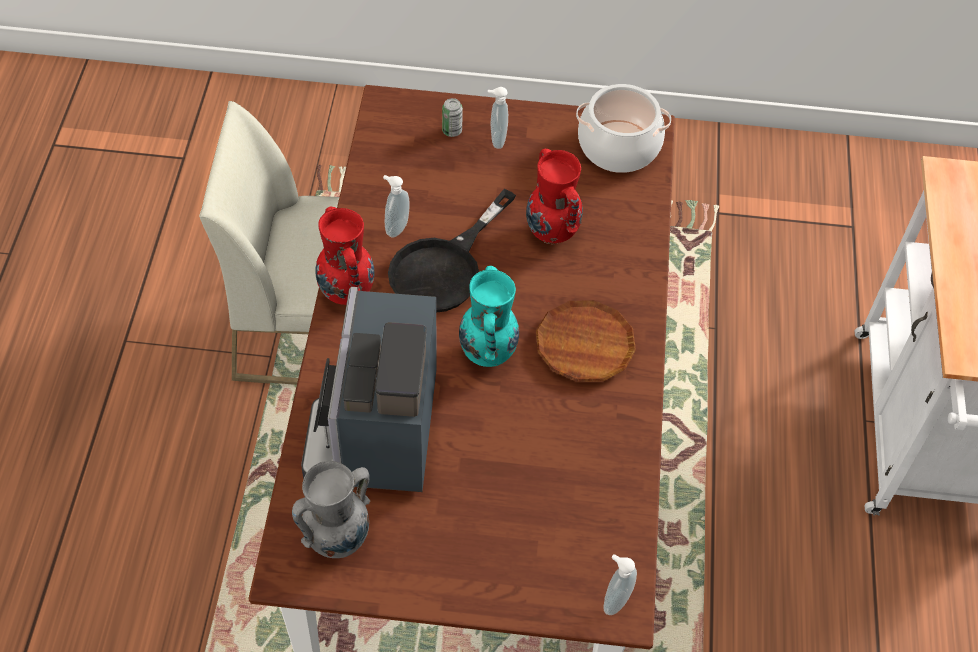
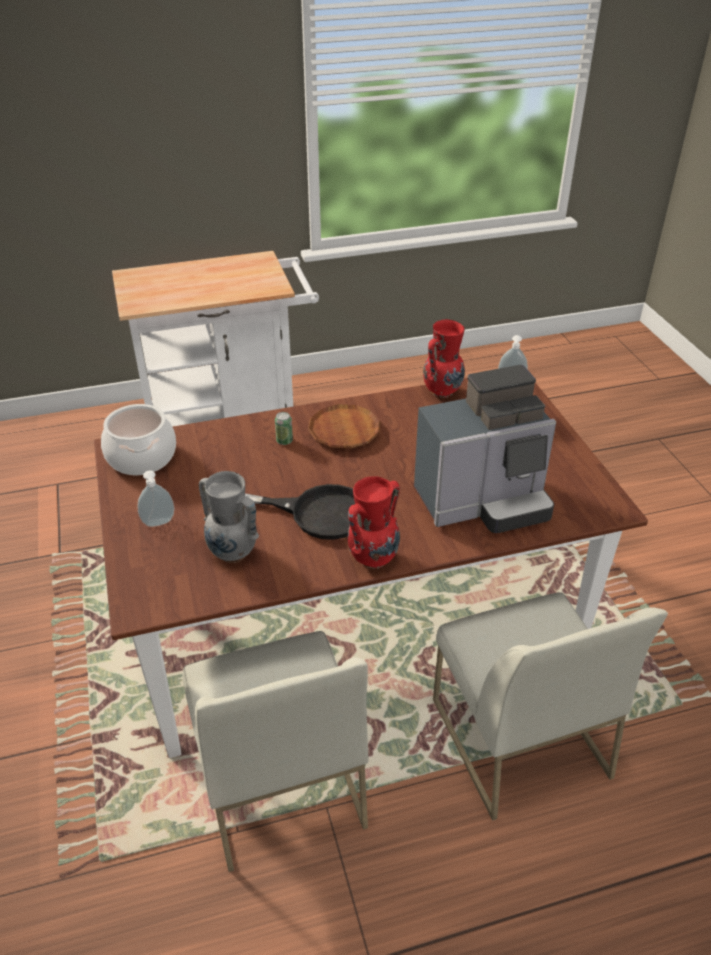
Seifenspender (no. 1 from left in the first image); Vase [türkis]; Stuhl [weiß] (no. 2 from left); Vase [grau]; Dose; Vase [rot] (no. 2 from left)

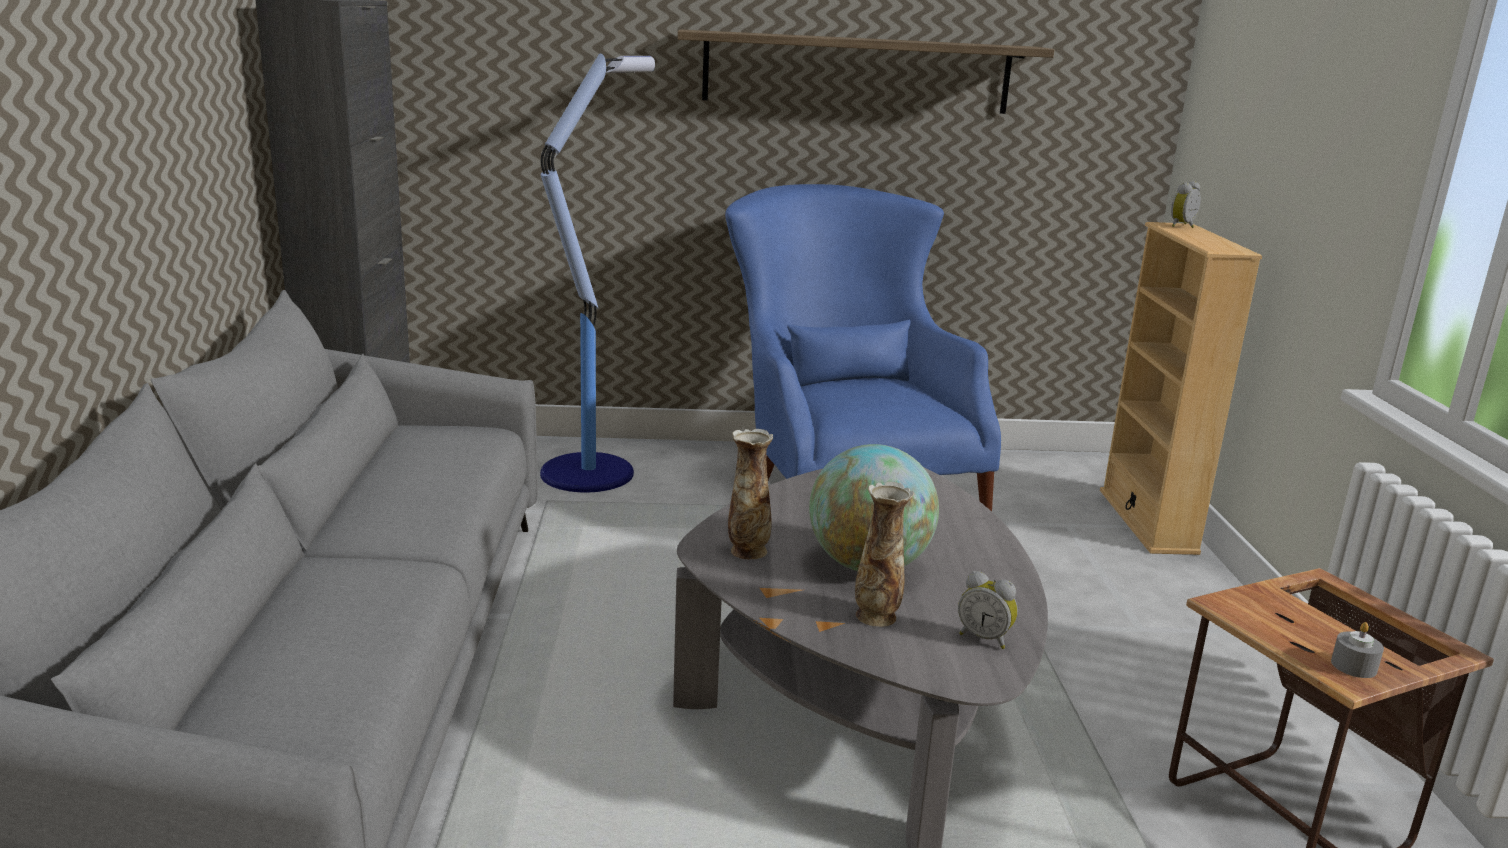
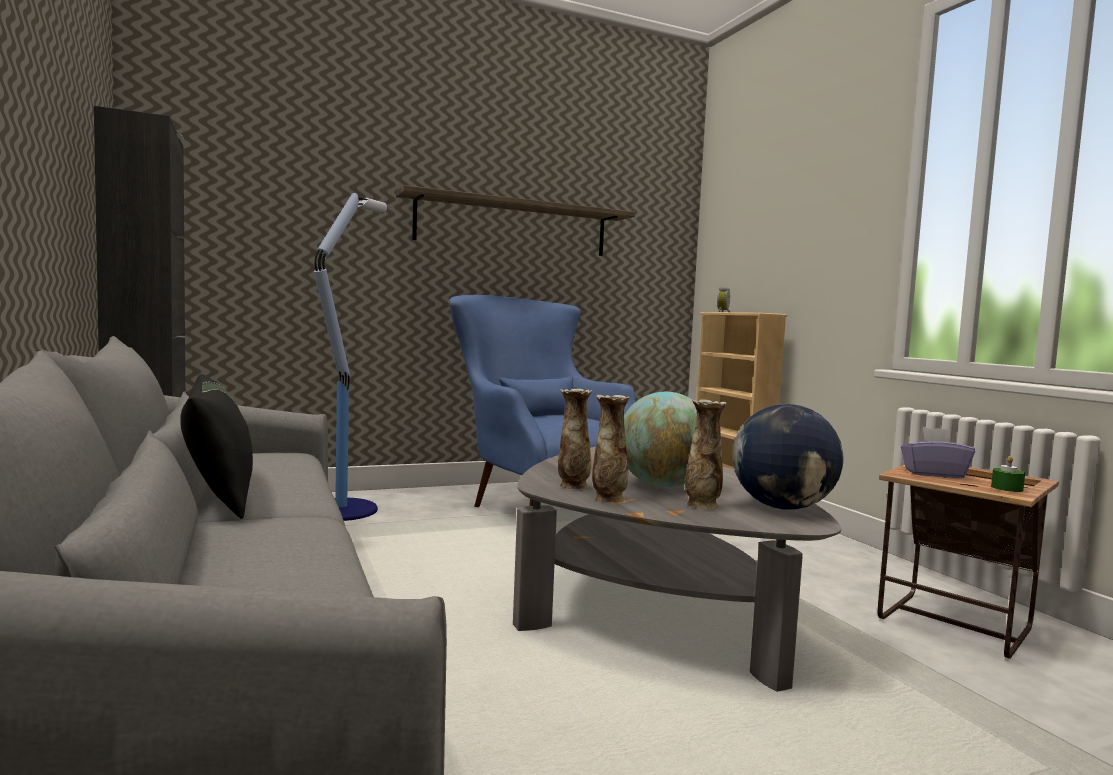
Kissen [schwarz]; Vase (no. 2 from left); Taschentuchbox [lila]; Globus (no. 2 from left); Kerze [grün]

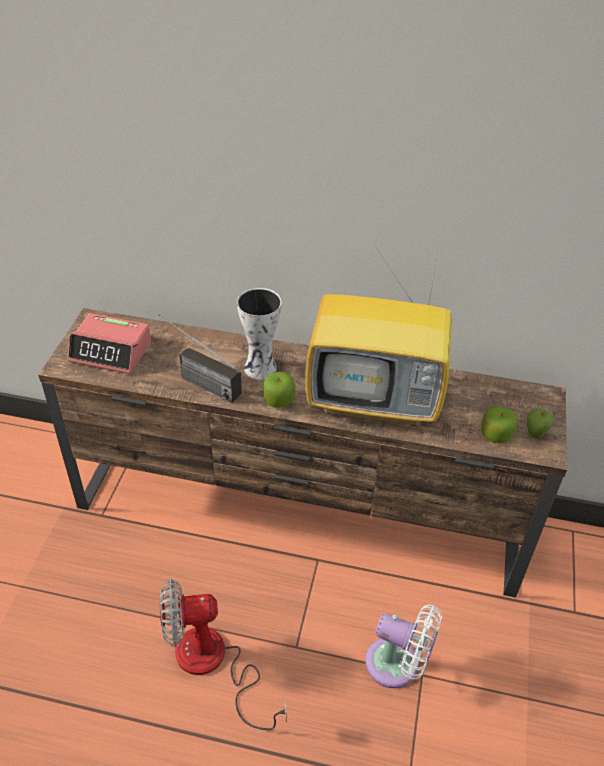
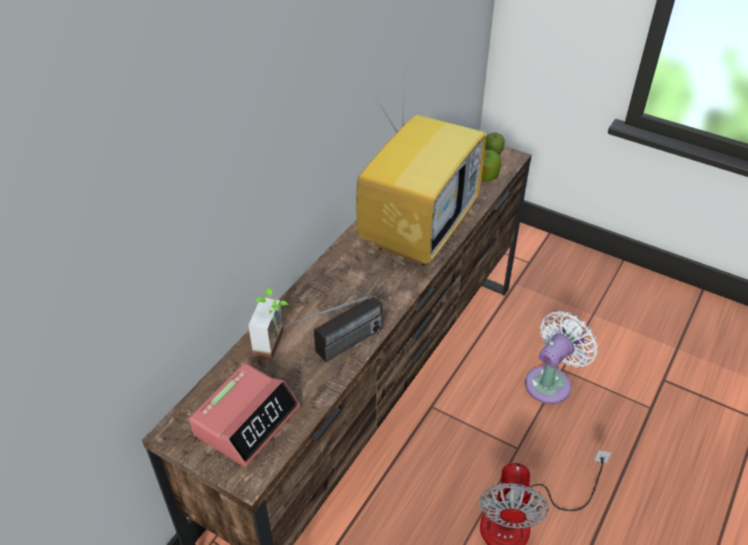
Vase; Apfel (no. 1 from left in the first image); Topfpflanze

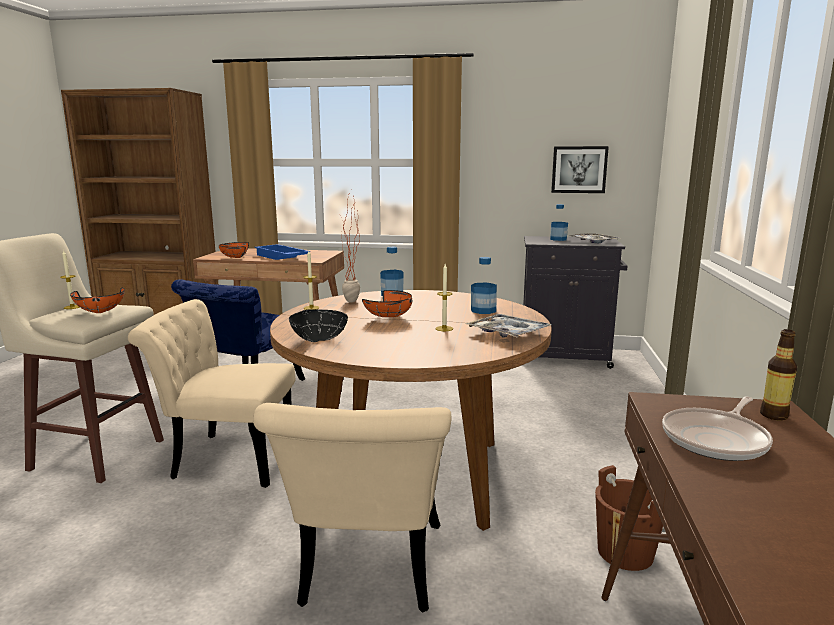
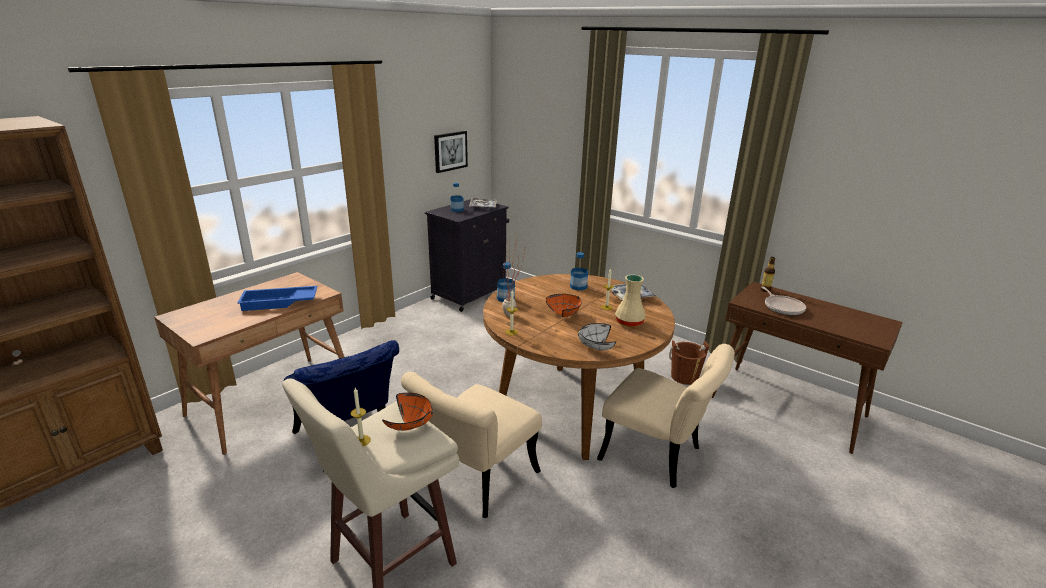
Schüssel [orange] (no. 2 from left in the first image); Vase [beige]; Schüssel [weiß]

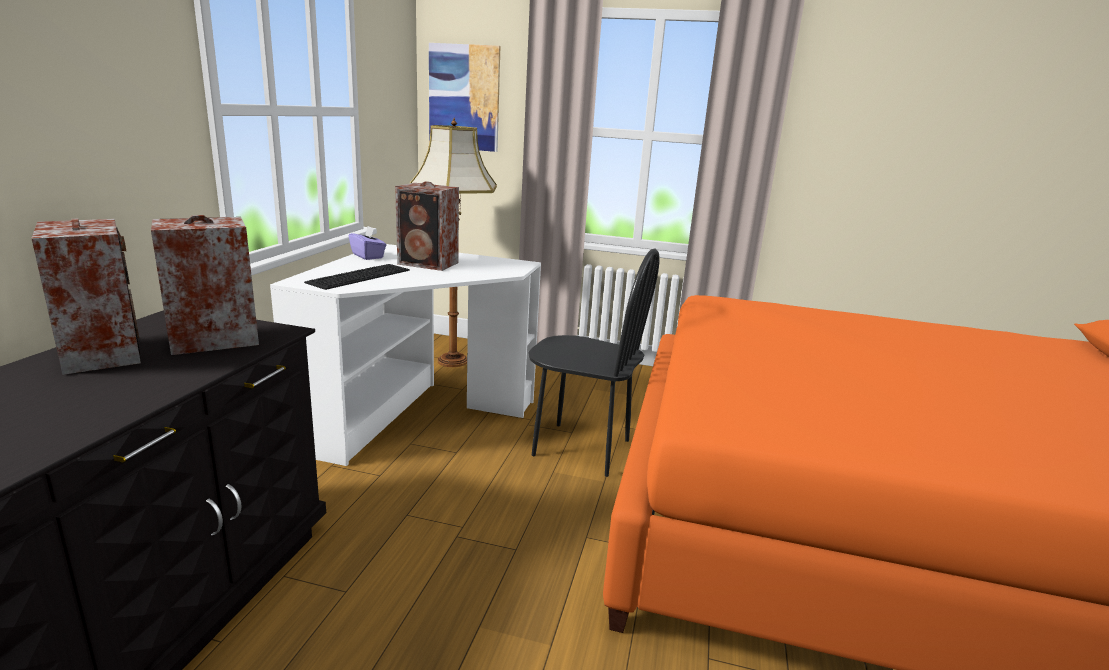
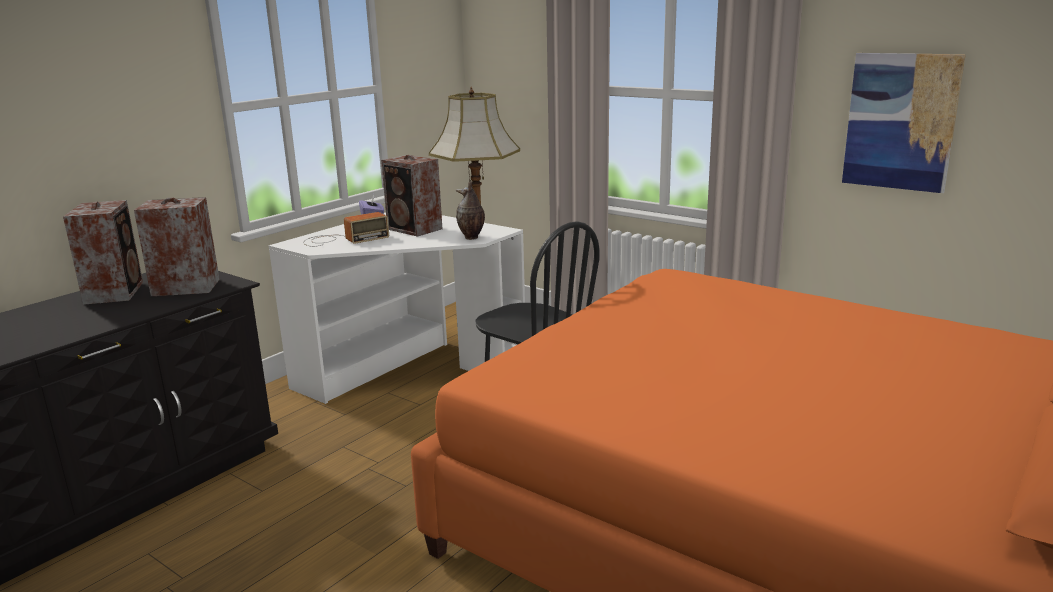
Vase; Bild; Radio

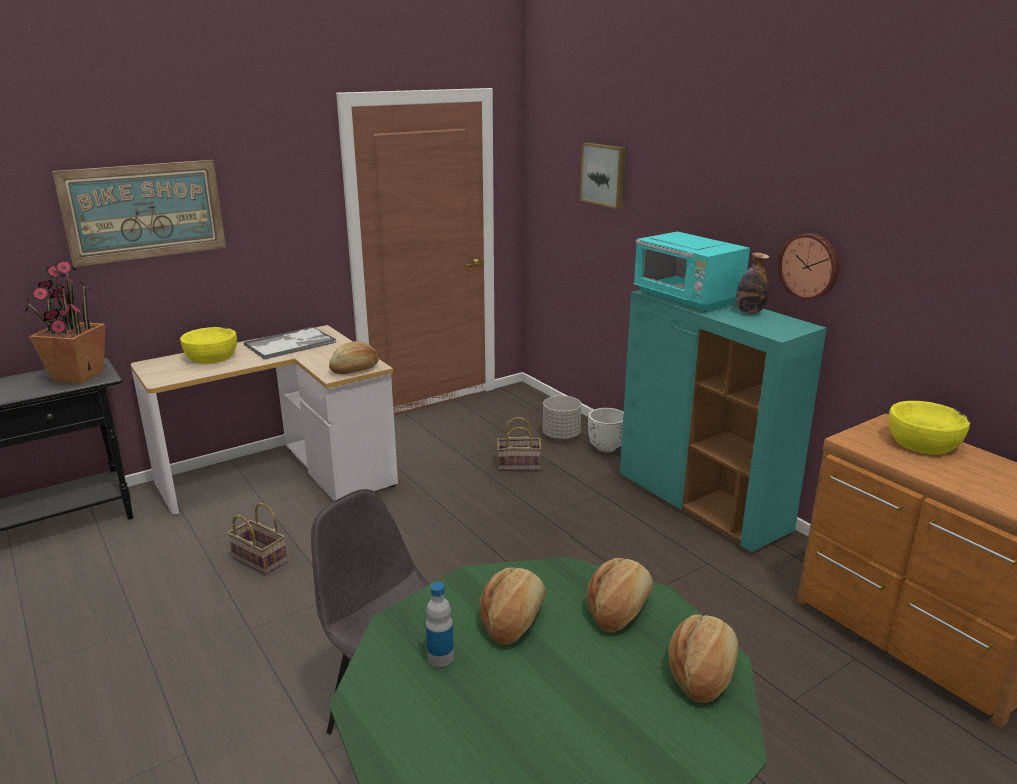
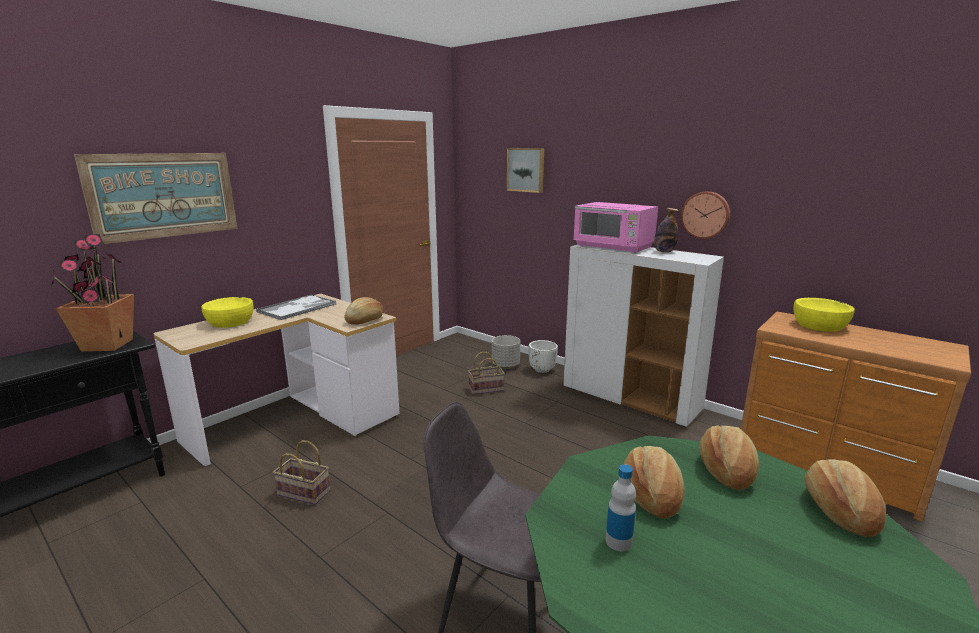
Schrank [weiß]; Mikrowelle [rosa]

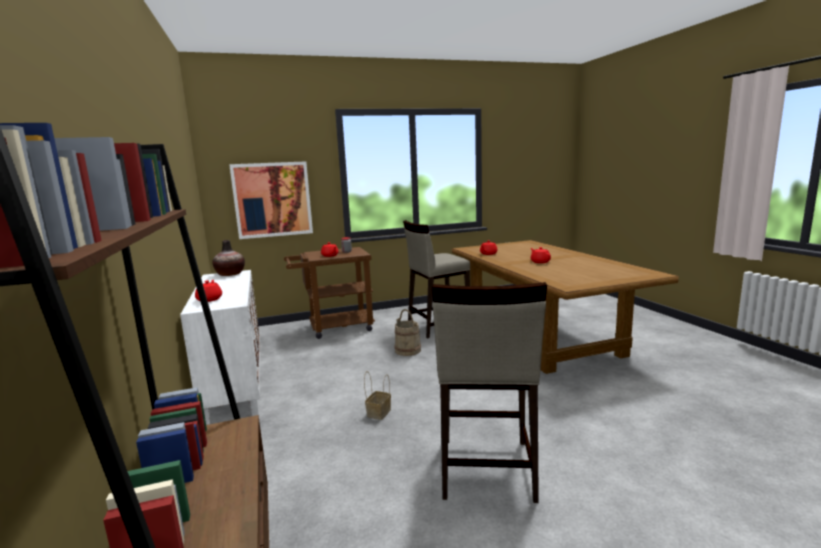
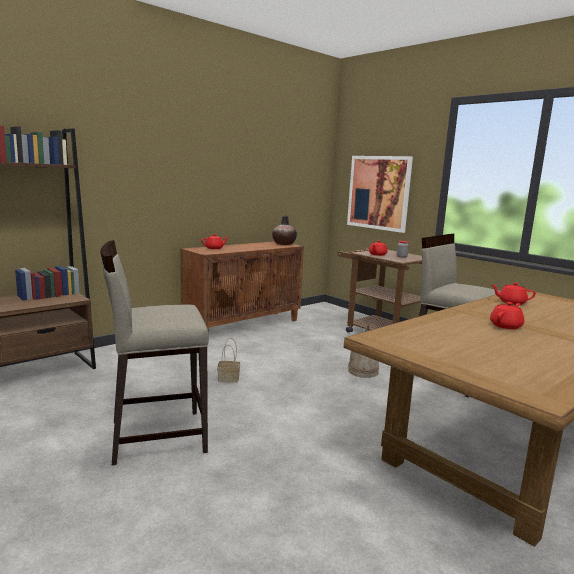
Schrank [braun]

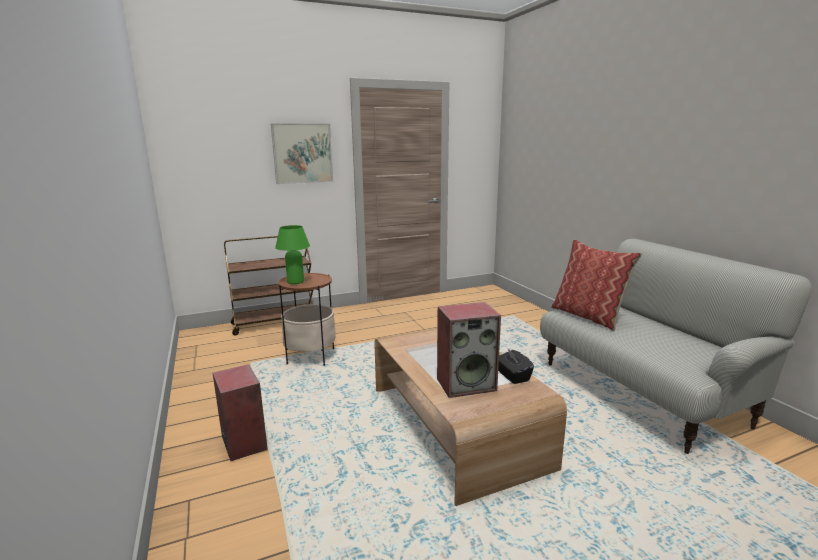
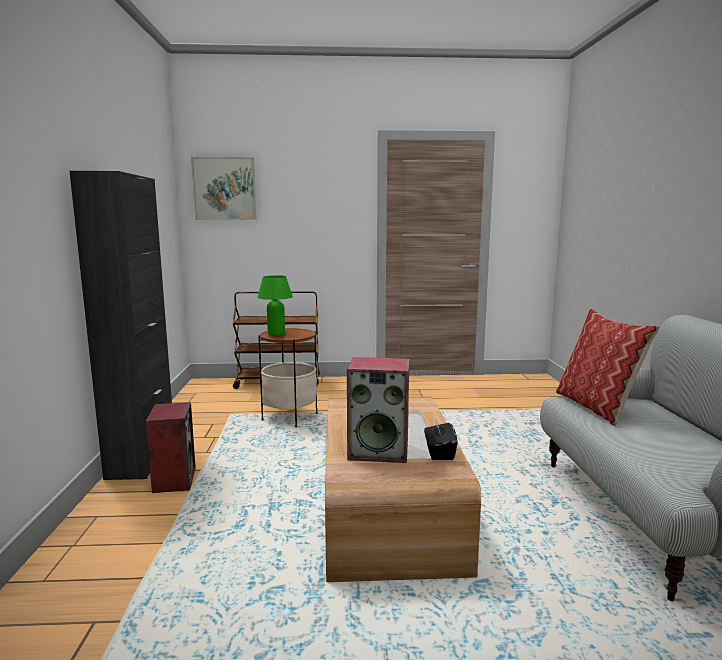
Schrank [schwarz]; Bild

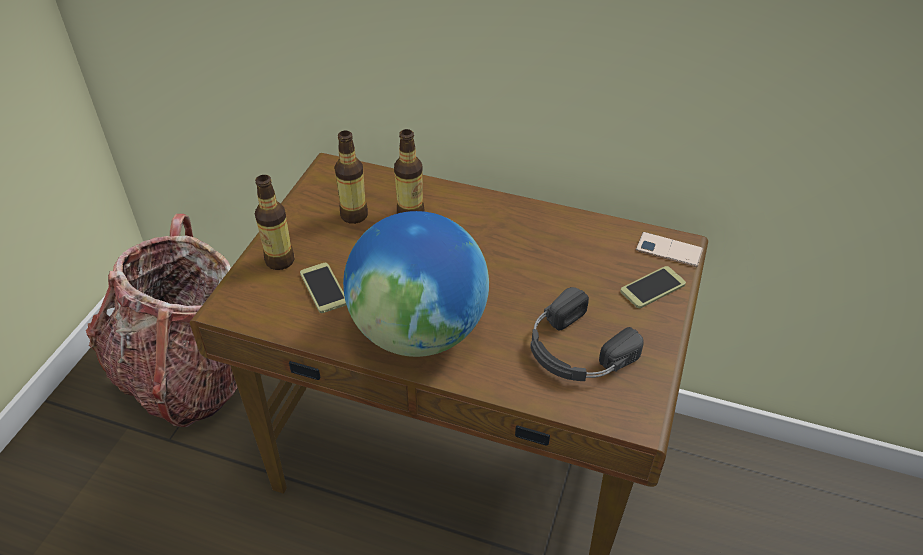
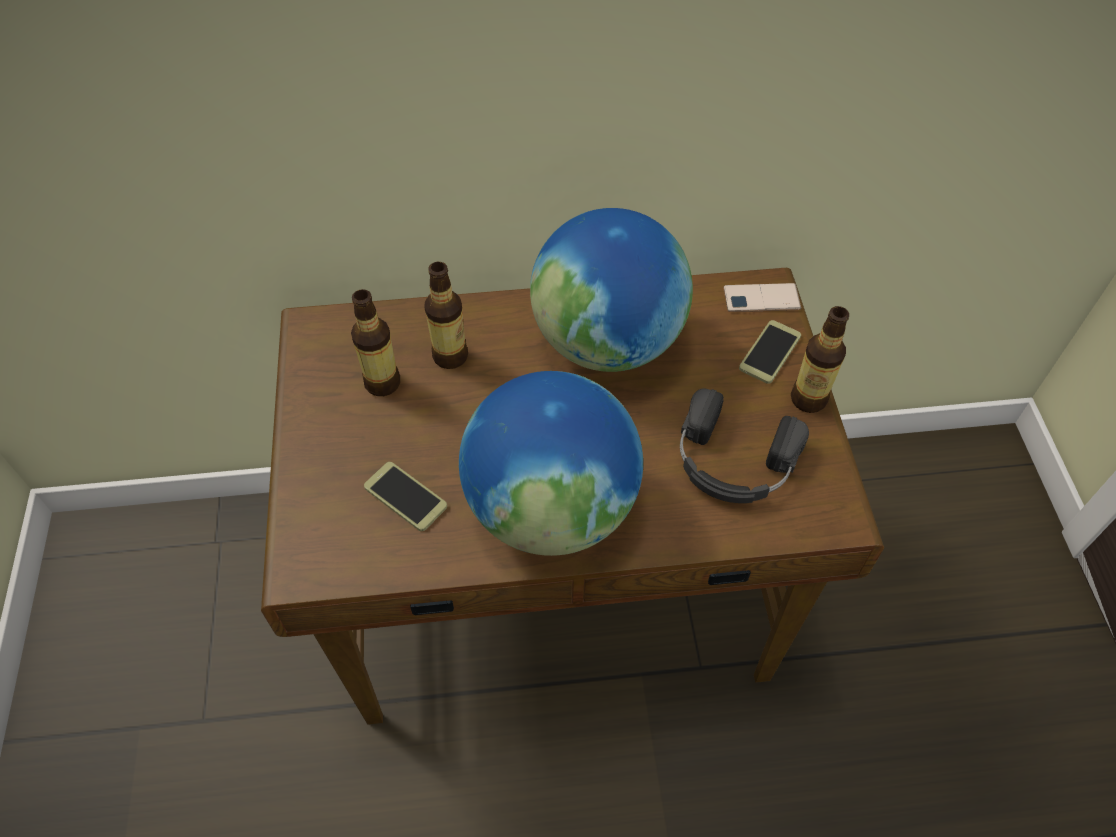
Rucksack; Globus (no. 2 from left); Flasche (no. 3 from left)

